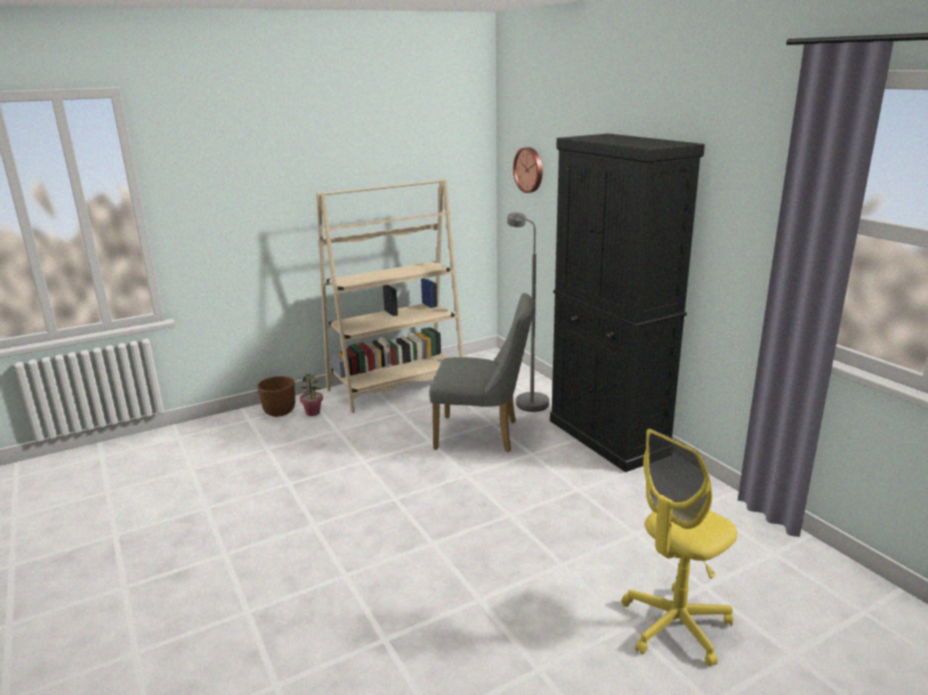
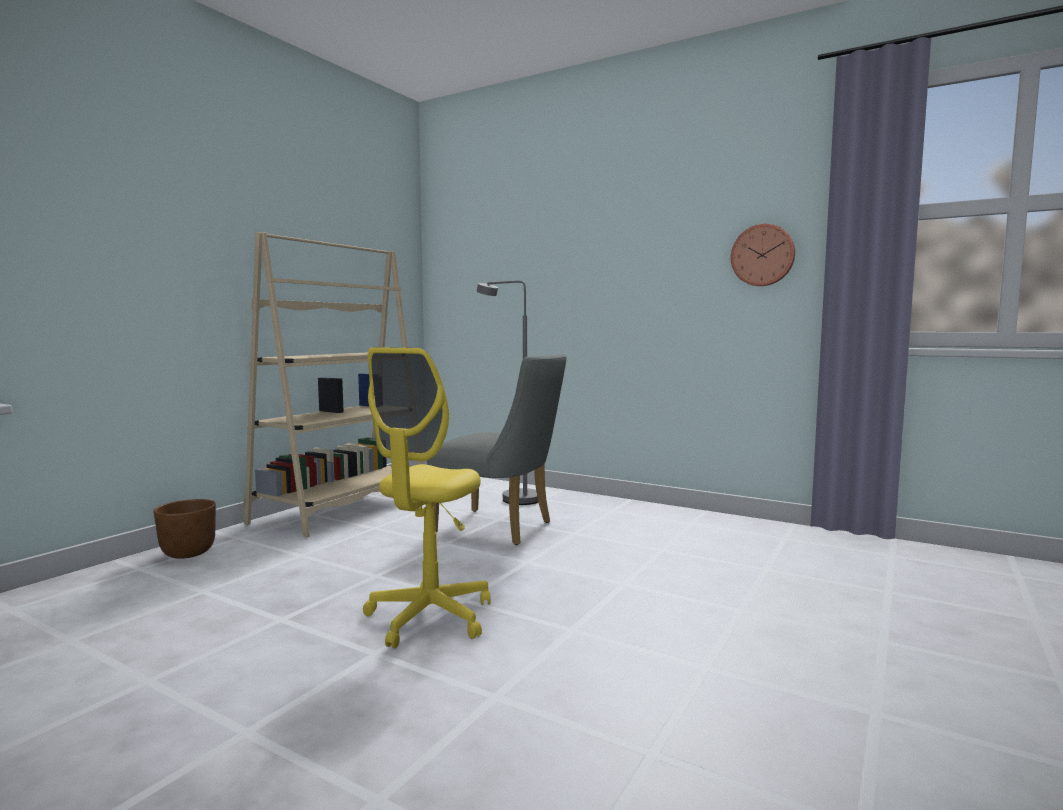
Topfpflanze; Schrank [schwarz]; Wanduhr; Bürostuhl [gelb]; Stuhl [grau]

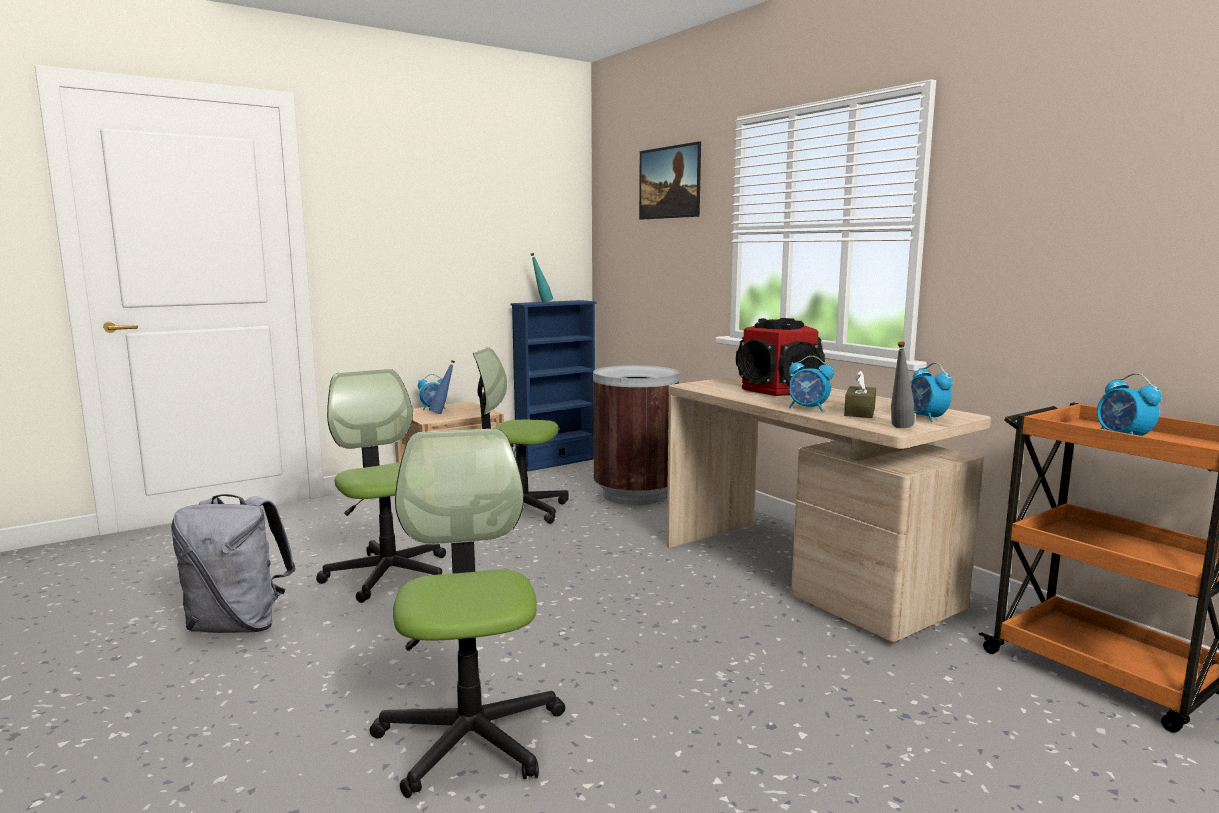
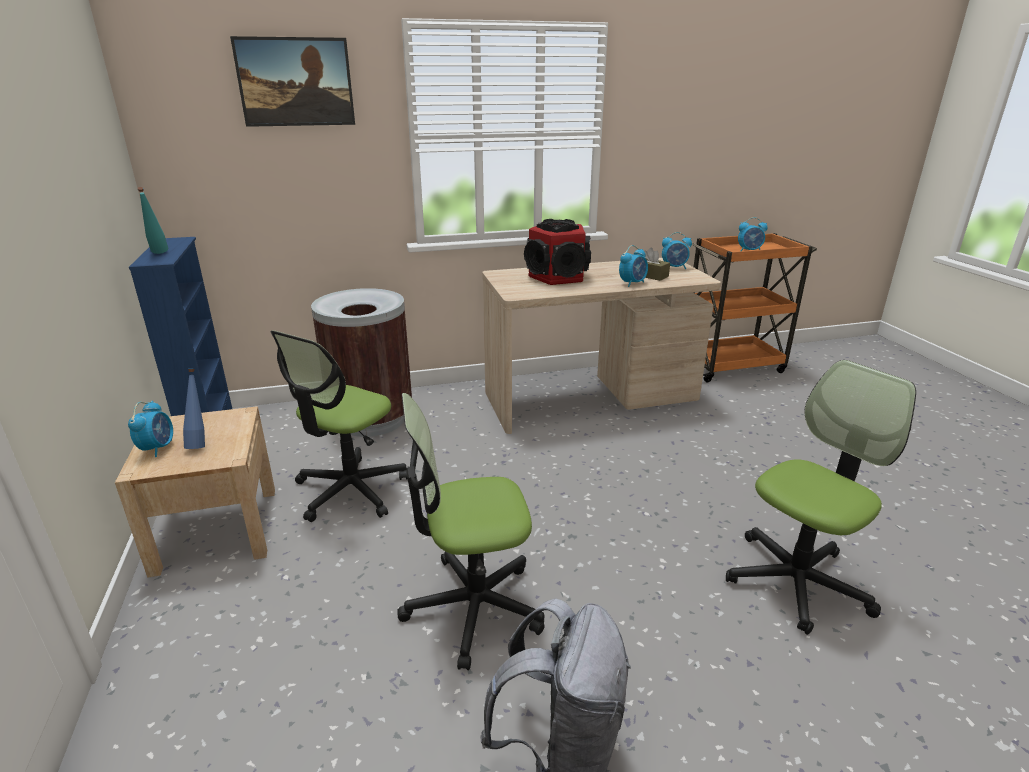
Flasche [grau]; Bürostuhl (no. 3 from left)

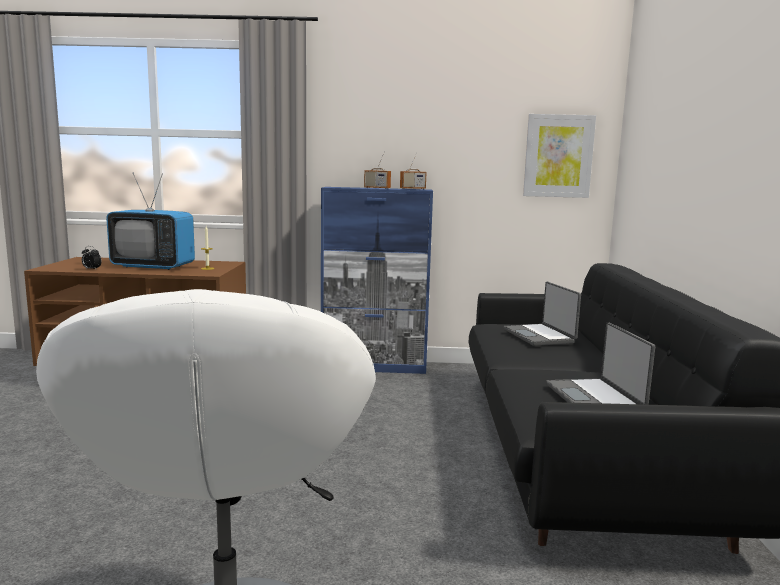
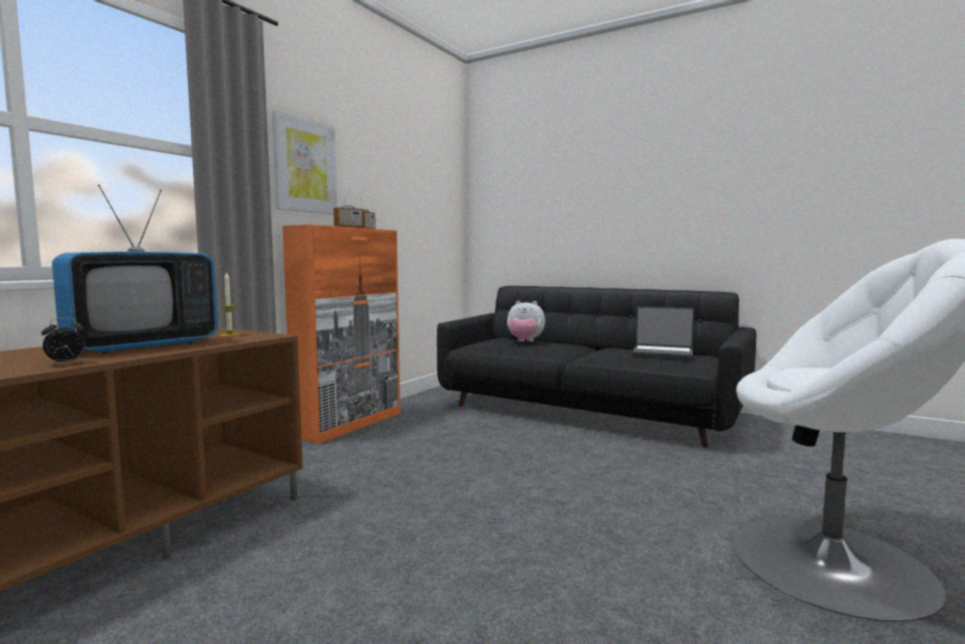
Bild; Plüschtier; Schrank [orange]

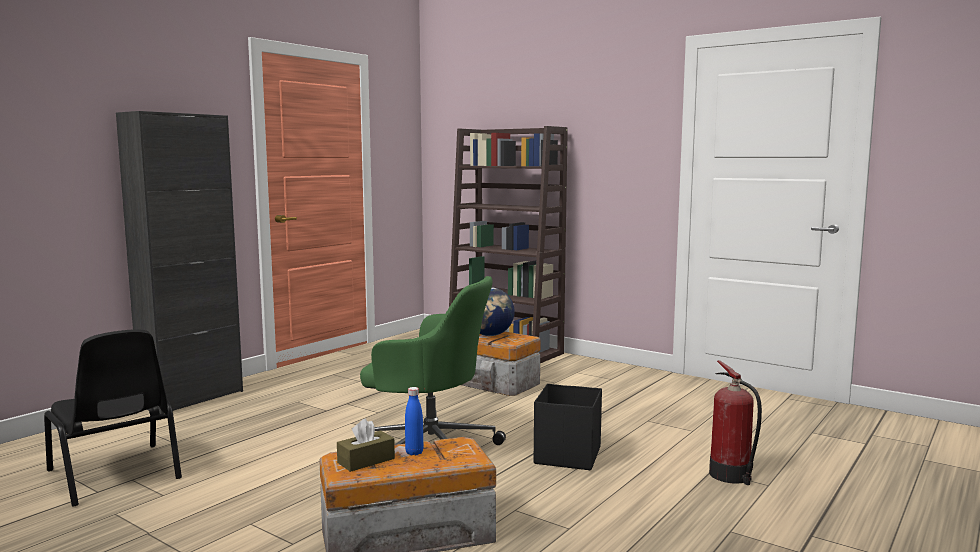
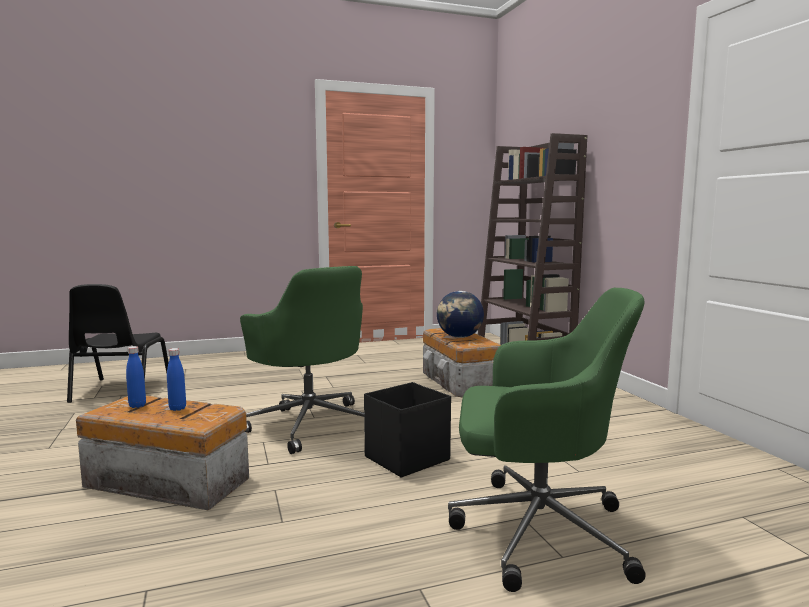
Schrank [schwarz]; Flasche [blau] (no. 1 from left); Bürostuhl [grün] (no. 2 from left)

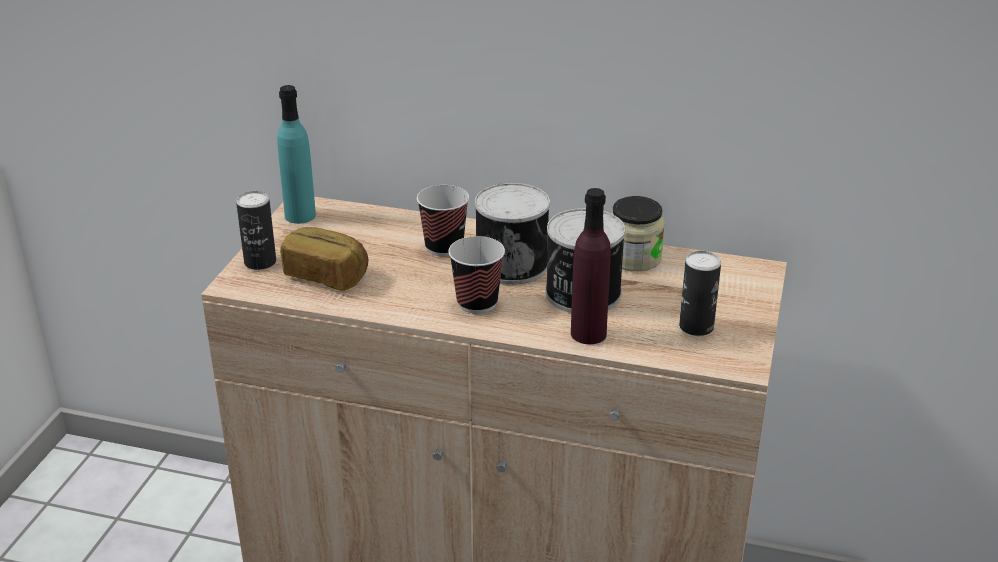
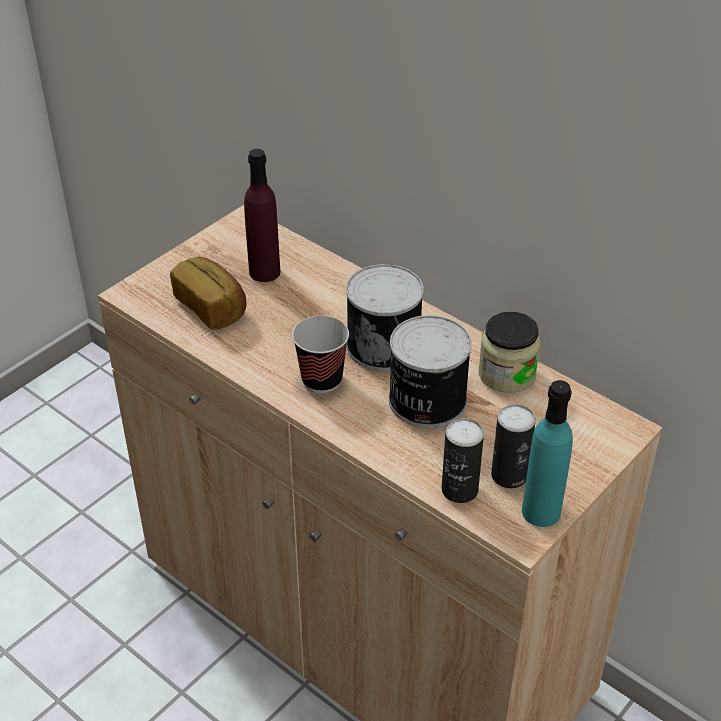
Tasse (no. 1 from left in the first image); Dose (no. 3 from left); Flasche [türkis]; Flasche [lila]

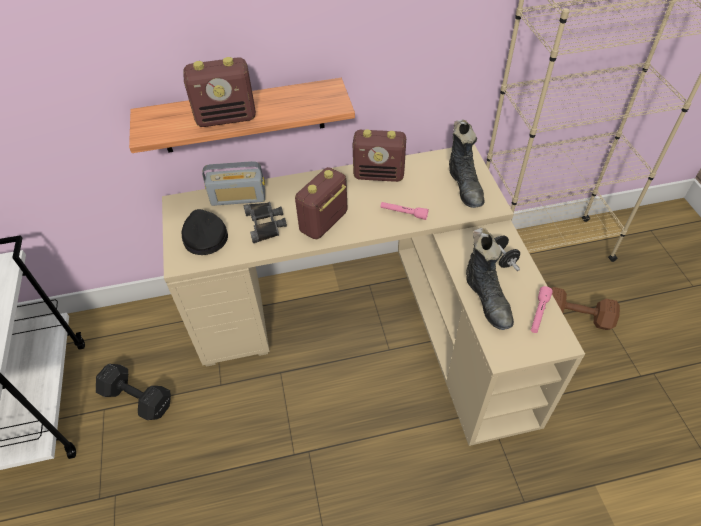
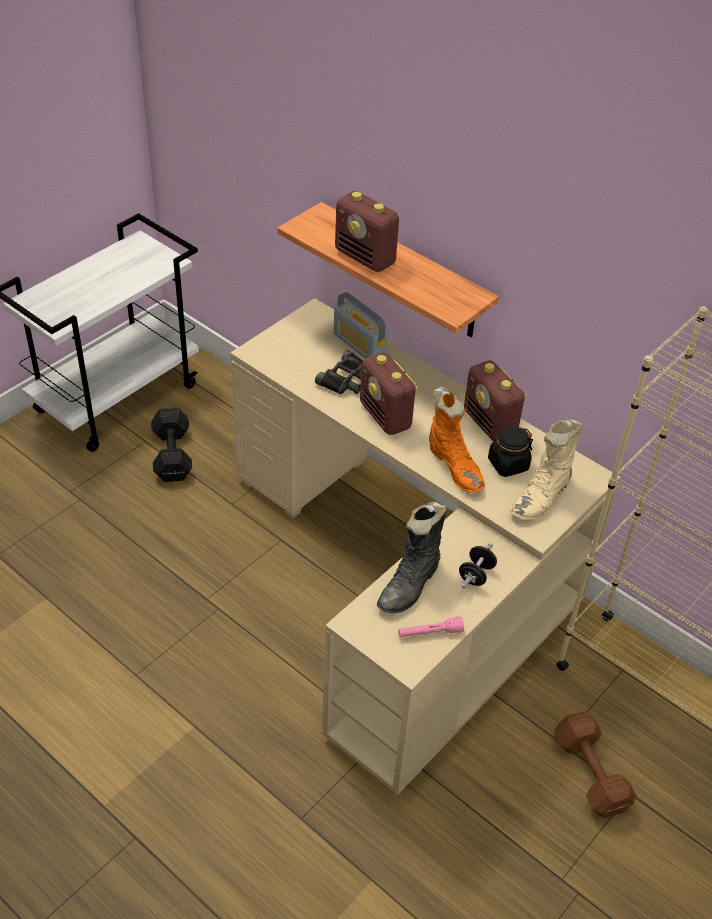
Kappe [schwarz]; Vorratsglas [schwarz]; Stiefel [orange]; Stiefel [beige]; Radio (no. 3 from left)

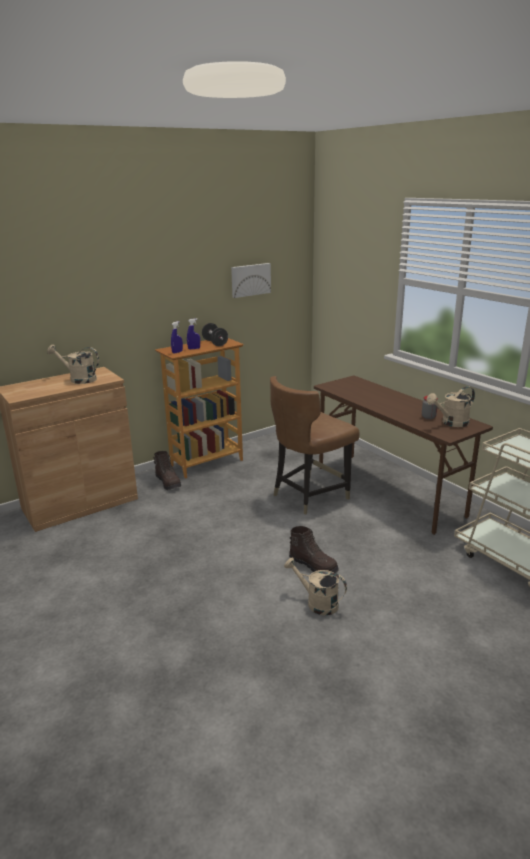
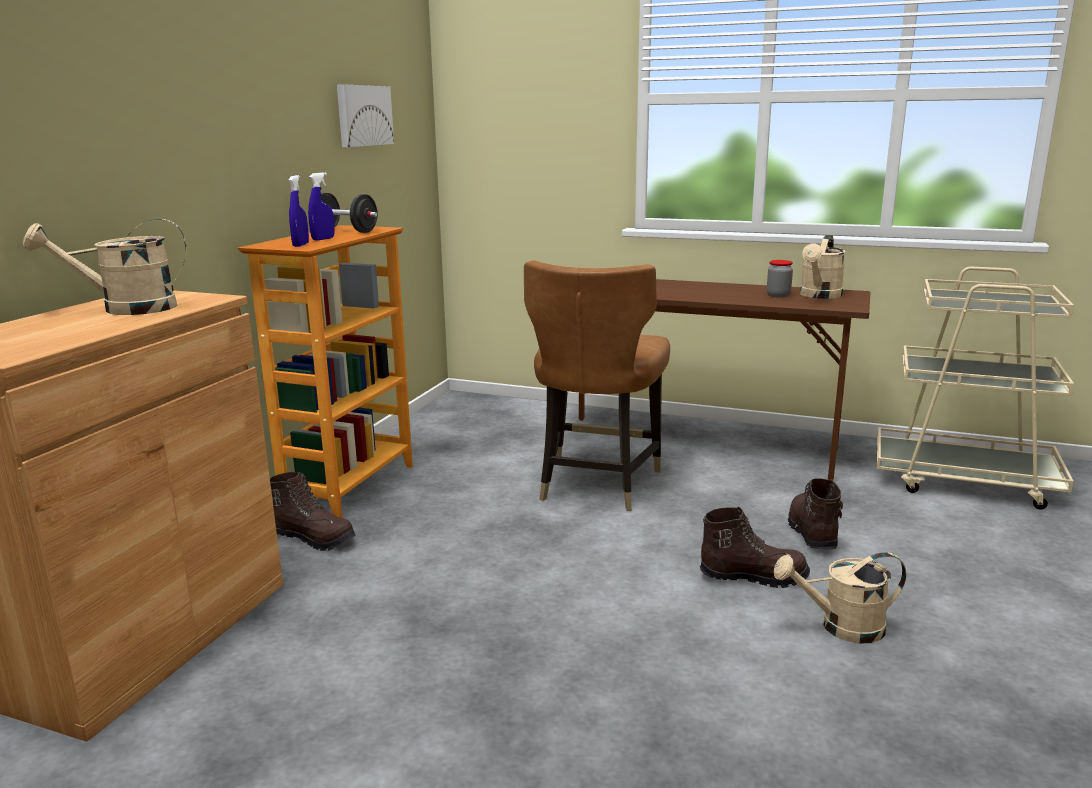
Stiefel [braun] (no. 3 from left)

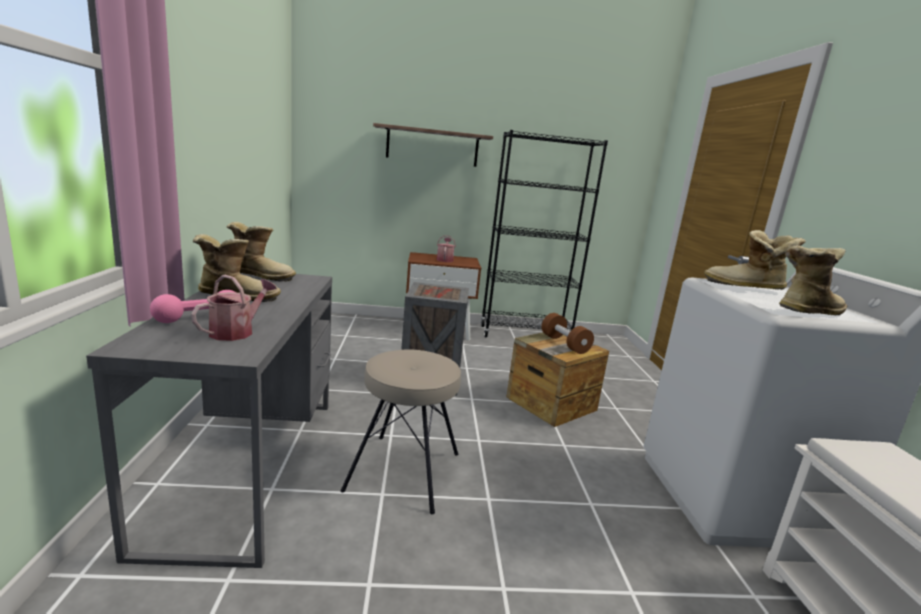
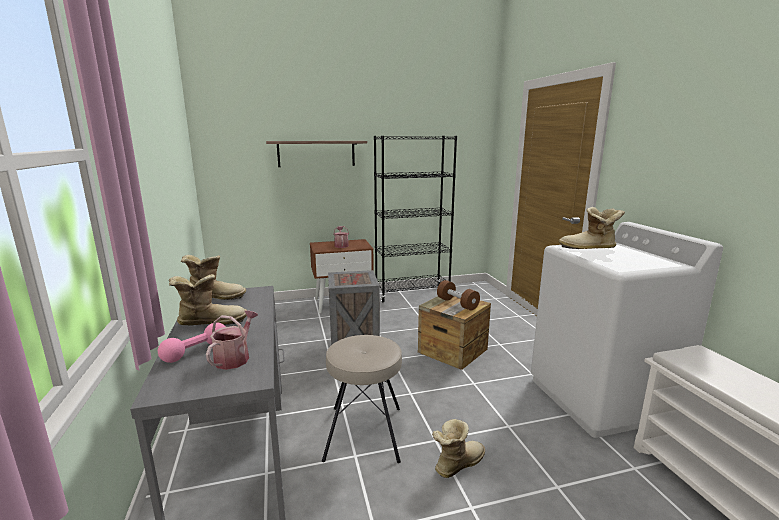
Stiefel (no. 3 from left)

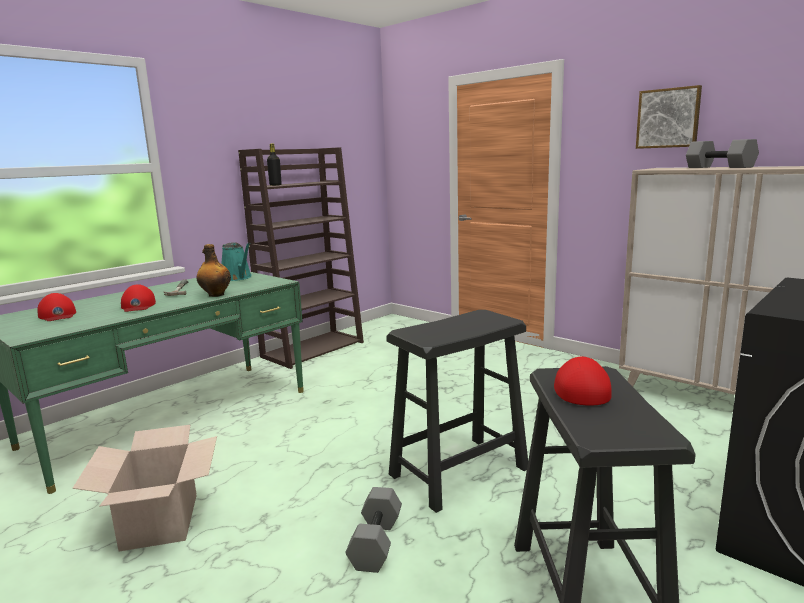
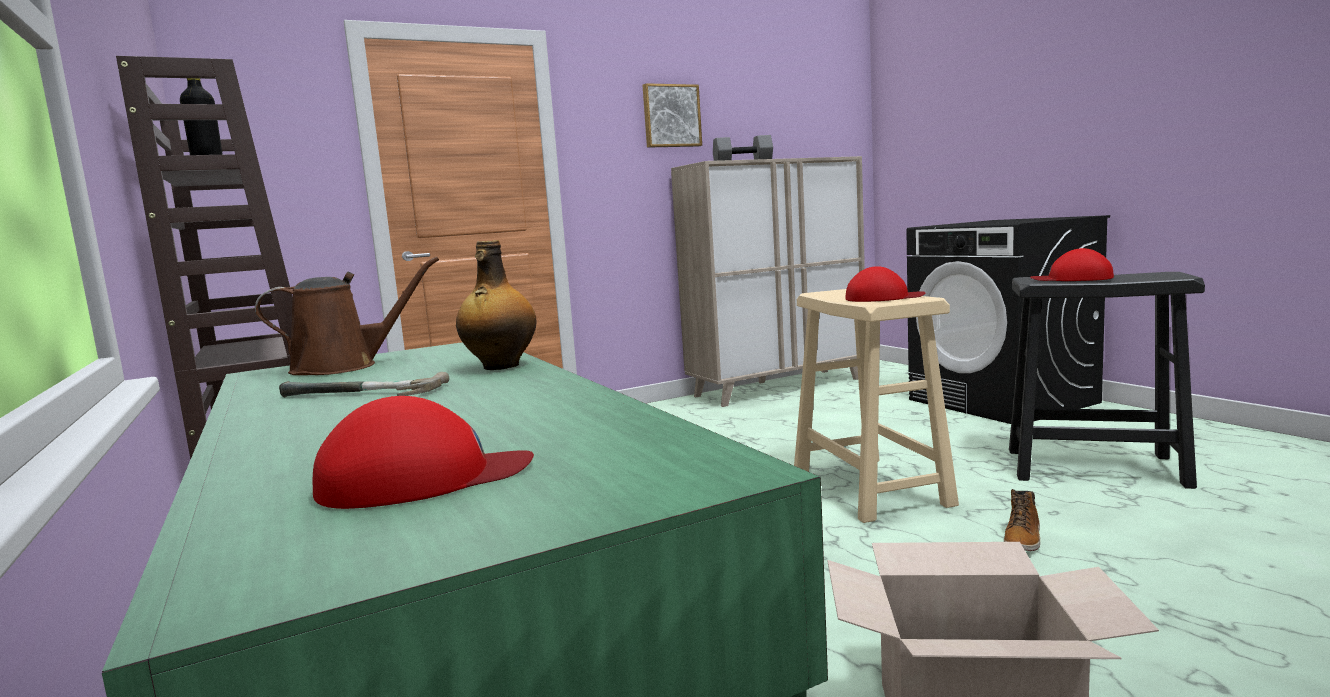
Kappe [rot] (no. 2 from left); Stiefel; Gießkanne [braun]; Hocker [beige]

